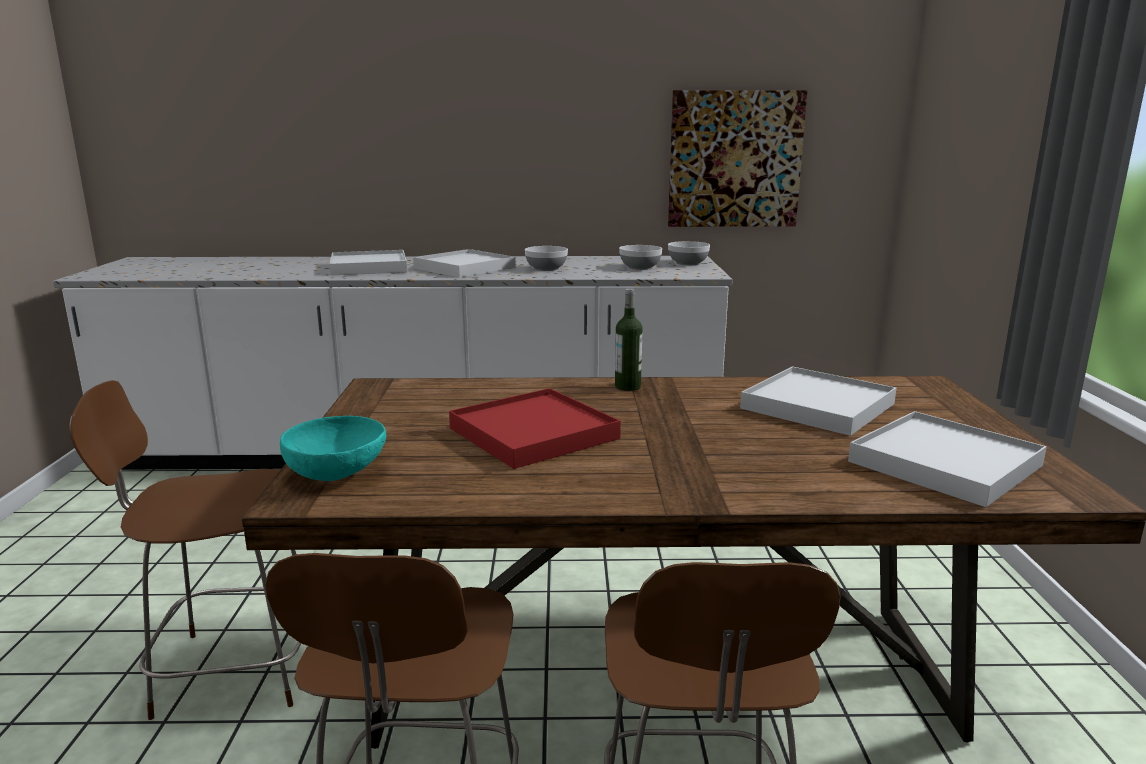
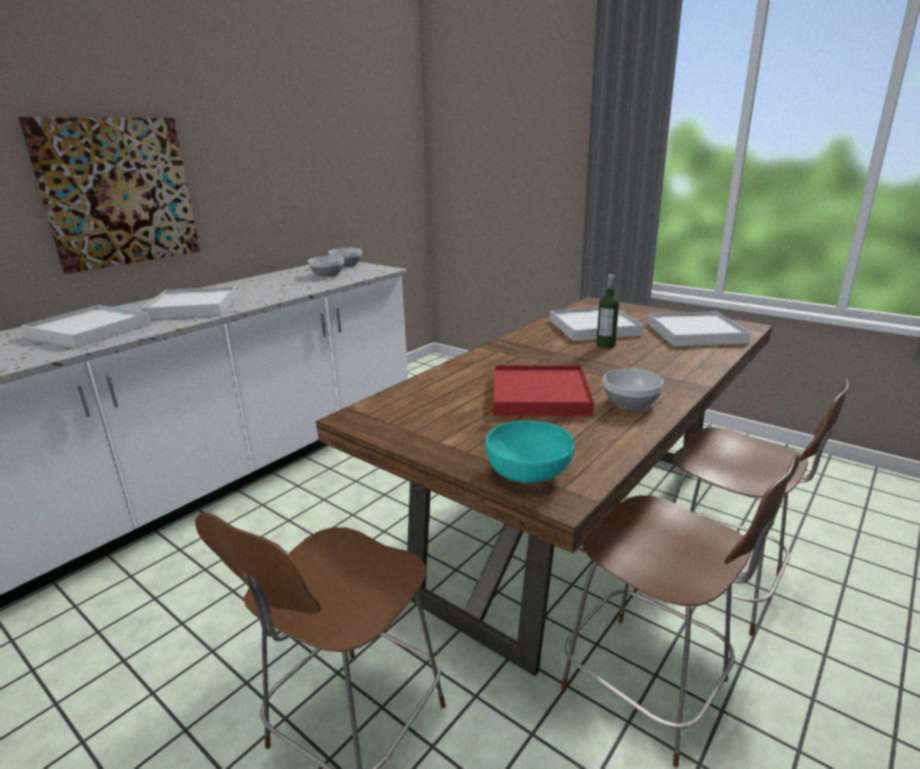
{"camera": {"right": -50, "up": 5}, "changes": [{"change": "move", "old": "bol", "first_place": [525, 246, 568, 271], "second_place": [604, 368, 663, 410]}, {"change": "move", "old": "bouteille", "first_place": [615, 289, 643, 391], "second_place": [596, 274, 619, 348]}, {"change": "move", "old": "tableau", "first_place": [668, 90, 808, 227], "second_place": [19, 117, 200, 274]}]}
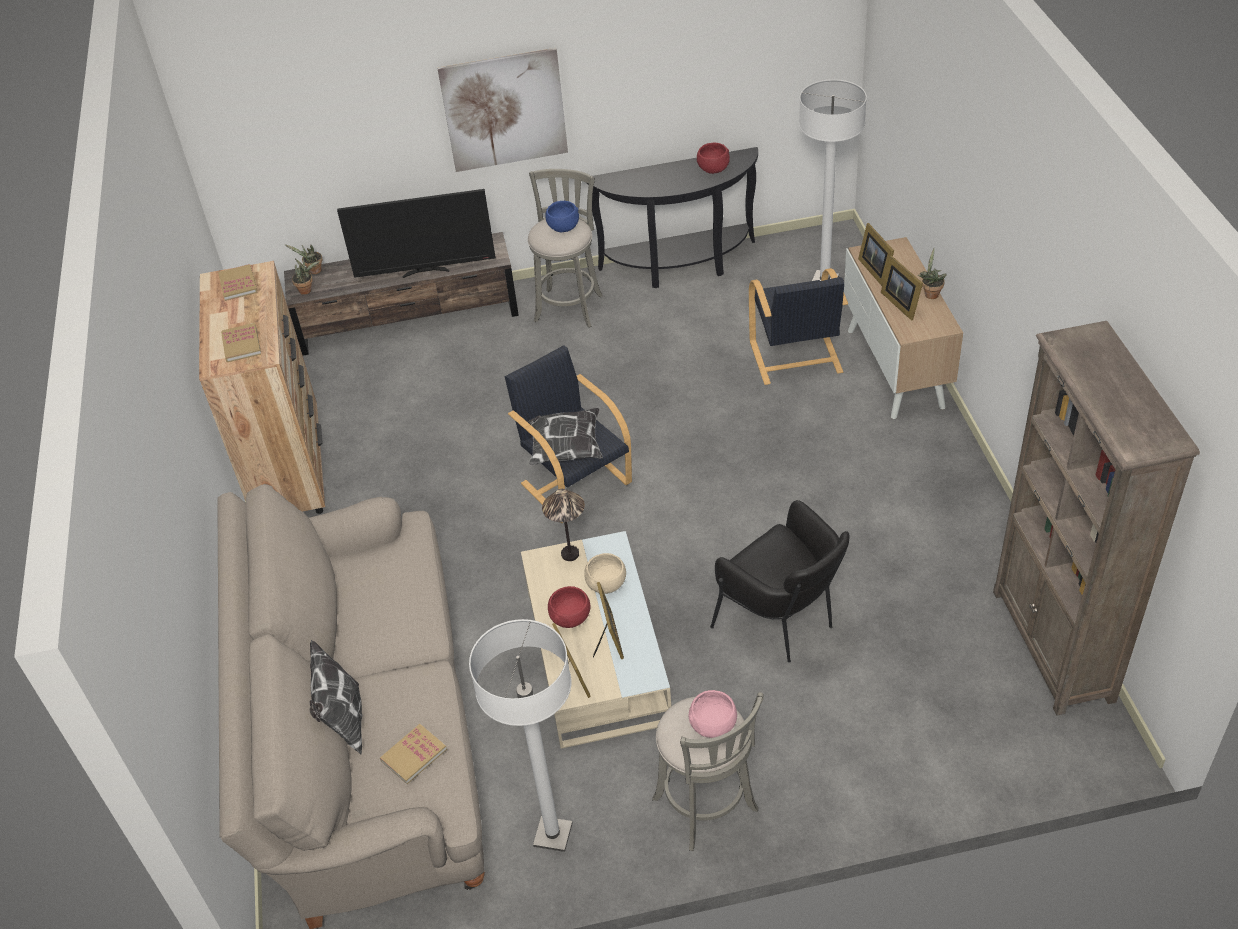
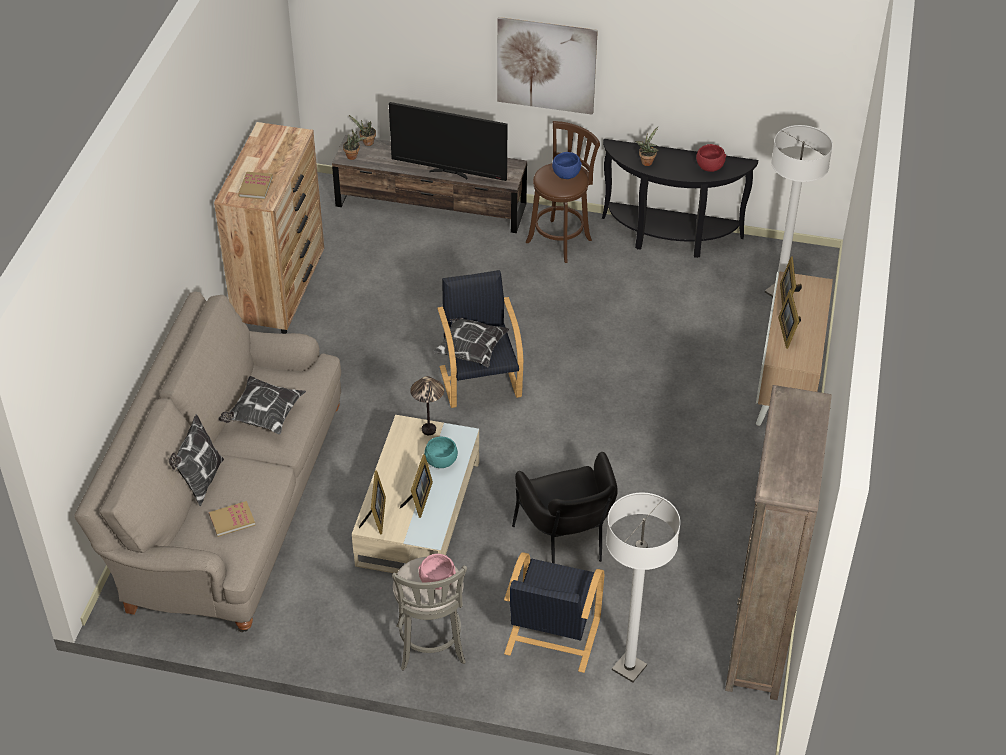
{"camera": {"right": 20, "up": 0}, "changes": [{"change": "delete", "old": "livre", "first_place": [218, 264, 257, 301]}, {"change": "move", "old": "lampadaire/blanc", "first_place": [469, 619, 573, 852], "second_place": [606, 492, 680, 682]}, {"change": "recolor", "old": "tabouret/gris", "new": "tabouret/marron", "first_place": [528, 169, 603, 328], "second_place": [526, 121, 600, 263]}, {"change": "delete", "old": "bol/rouge", "first_place": [548, 586, 590, 628]}, {"change": "recolor", "old": "bol/beige", "new": "bol/turquoise", "first_place": [584, 553, 626, 594], "second_place": [424, 437, 458, 468]}, {"change": "move", "old": "fauteuil/noir", "first_place": [749, 268, 848, 385], "second_place": [504, 553, 604, 673]}, {"change": "move", "old": "plante en pot", "first_place": [918, 248, 947, 299], "second_place": [635, 127, 659, 166]}, {"change": "insert", "new": "coussin", "second_place": [218, 376, 306, 434]}]}
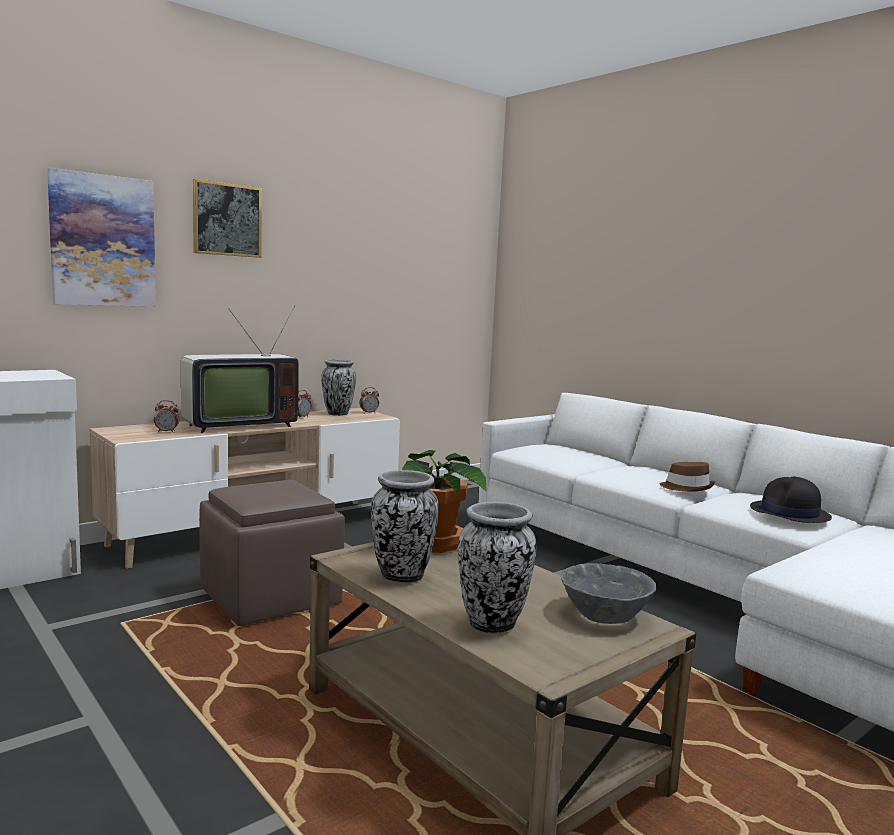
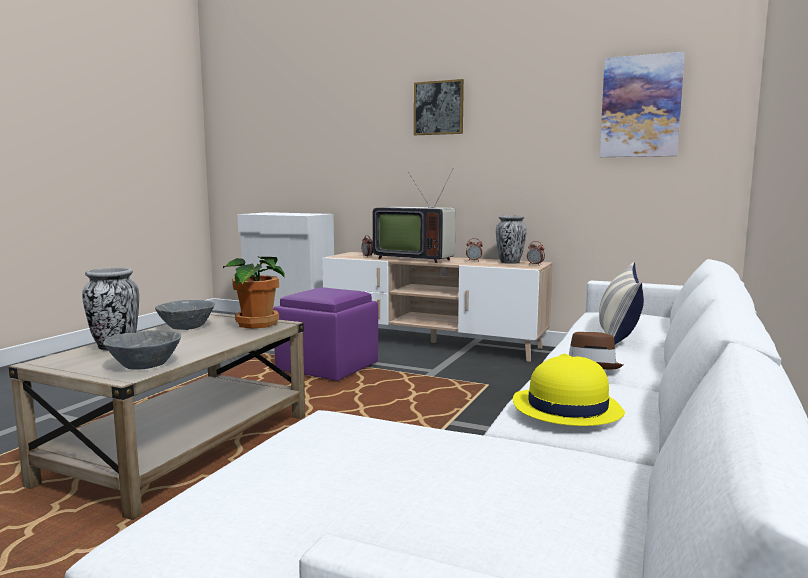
{"camera": {"right": 65, "up": 0}, "changes": [{"change": "move", "old": "tableau", "first_place": [47, 168, 156, 307], "second_place": [600, 52, 685, 157]}, {"change": "recolor", "old": "pouf/marron", "new": "pouf/violet", "first_place": [199, 480, 345, 626], "second_place": [273, 287, 378, 381]}, {"change": "replace", "old": "vase", "new": "bol/gris", "first_place": [371, 470, 439, 583], "second_place": [155, 300, 215, 330]}, {"change": "recolor", "old": "chapeau/noir", "new": "chapeau/jaune", "first_place": [750, 476, 832, 523], "second_place": [513, 354, 625, 426]}, {"change": "insert", "new": "coussin", "second_place": [599, 262, 644, 345]}]}
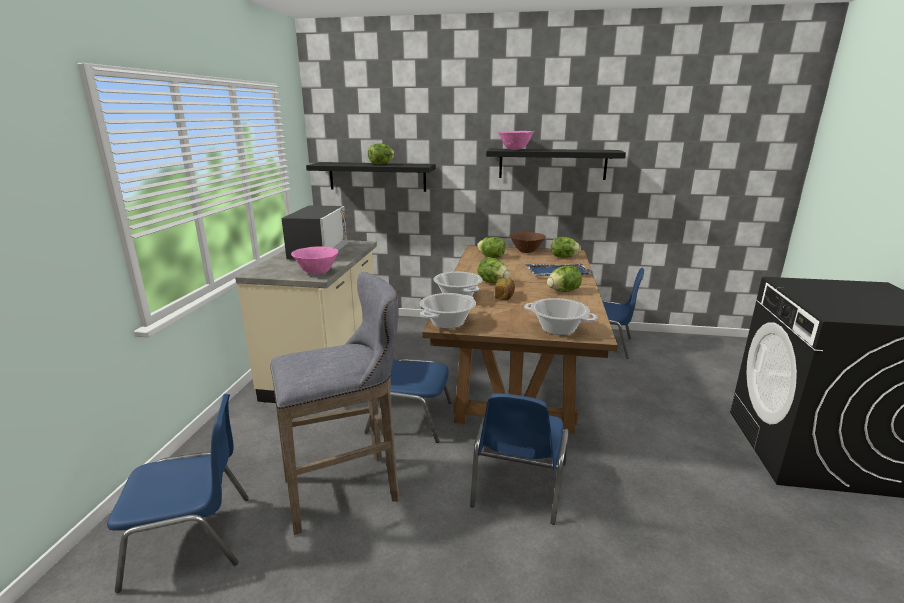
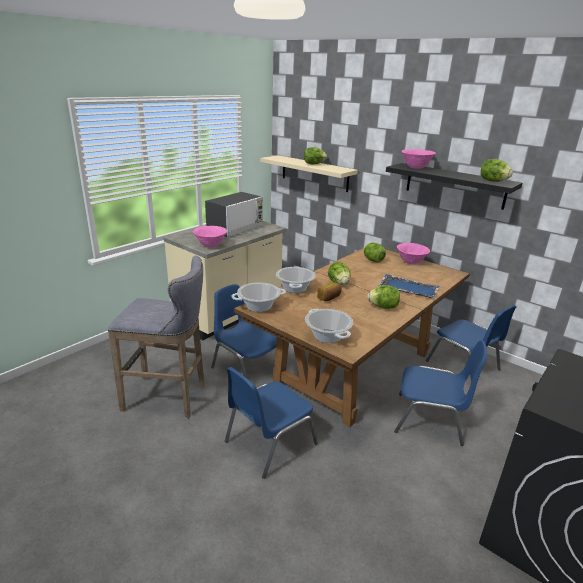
{"camera": {"right": 30, "up": 5}, "changes": [{"change": "move", "old": "chaise/bleu", "first_place": [107, 394, 249, 593], "second_place": [394, 340, 487, 446]}, {"change": "recolor", "old": "étagère/noir", "new": "étagère/beige", "first_place": [306, 162, 436, 192], "second_place": [260, 155, 358, 192]}, {"change": "recolor", "old": "bol/marron", "new": "bol/rose", "first_place": [510, 232, 546, 253], "second_place": [397, 243, 430, 264]}, {"change": "move", "old": "laitue", "first_place": [551, 237, 581, 258], "second_place": [481, 159, 513, 182]}]}
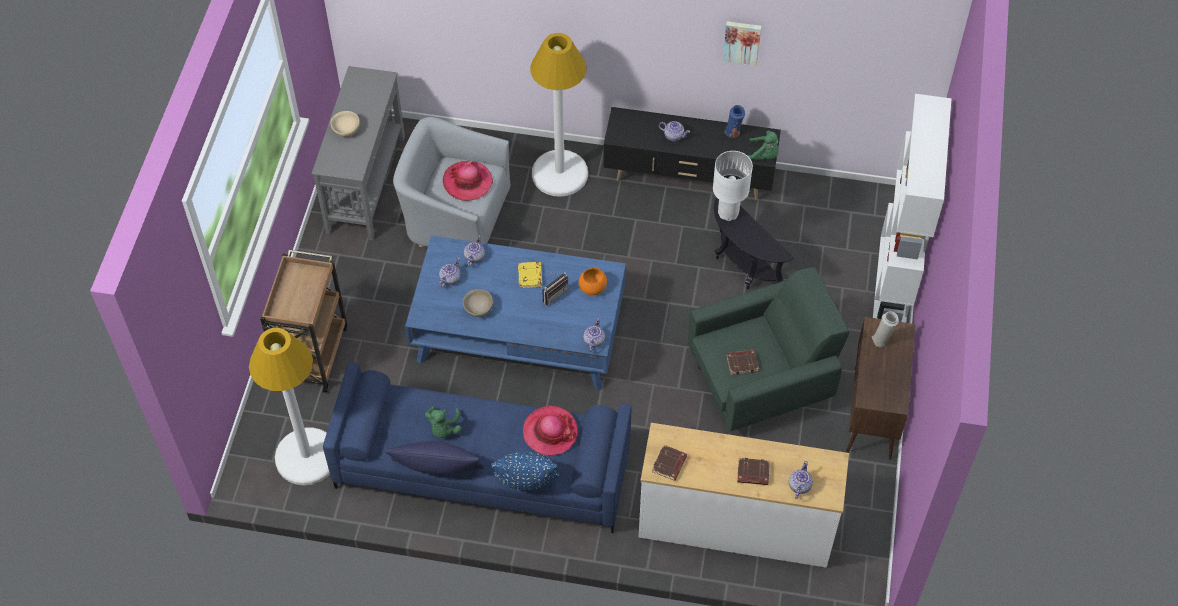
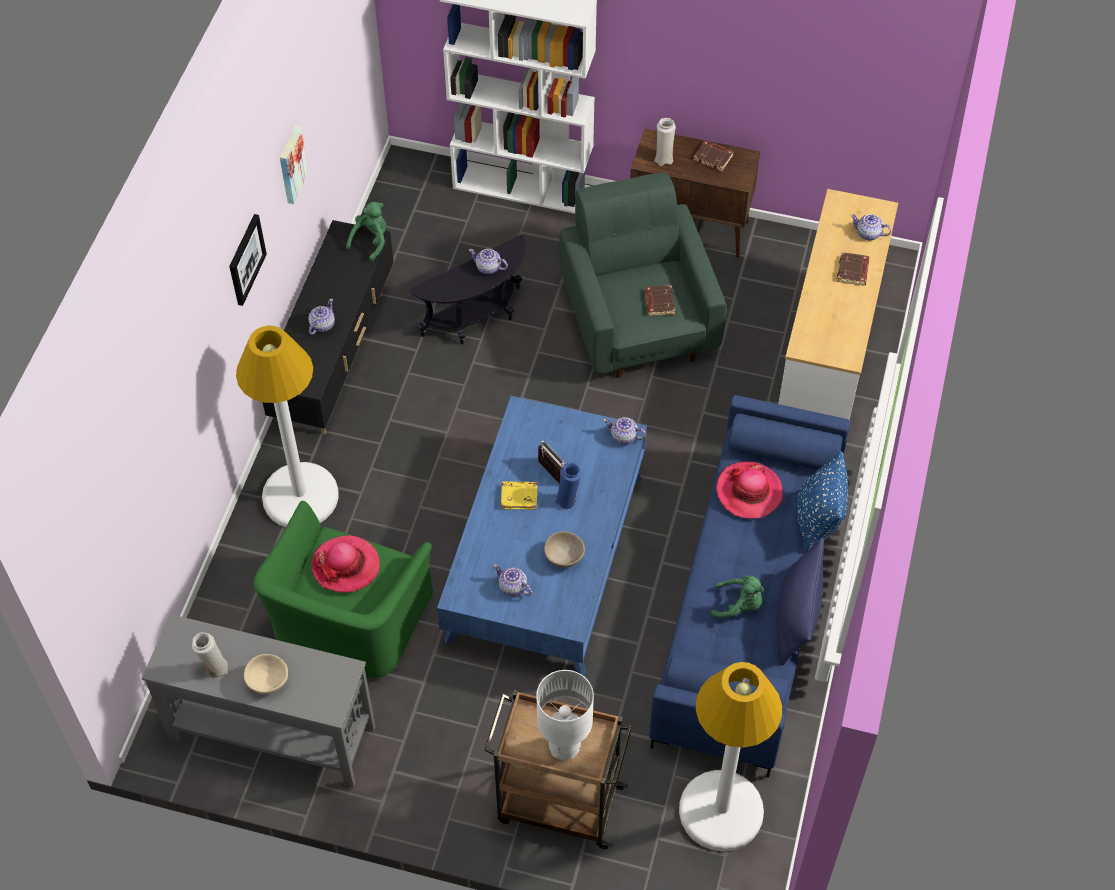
{"camera": {"right": -85, "up": 0}, "changes": [{"change": "recolor", "old": "fauteuil/gris", "new": "fauteuil/vert", "first_place": [393, 117, 510, 247], "second_place": [254, 501, 433, 678]}, {"change": "move", "old": "théière", "first_place": [464, 235, 485, 267], "second_place": [469, 249, 508, 274]}, {"change": "delete", "old": "bol/orange", "first_place": [579, 268, 607, 295]}, {"change": "move", "old": "livre/marron", "first_place": [652, 445, 687, 481], "second_place": [693, 140, 734, 172]}, {"change": "move", "old": "lampe de table/blanc", "first_place": [713, 151, 753, 221], "second_place": [536, 670, 594, 761]}, {"change": "move", "old": "vase/bleu", "first_place": [724, 105, 745, 138], "second_place": [555, 463, 582, 510]}, {"change": "insert", "new": "vase/blanc", "second_place": [192, 632, 228, 679]}, {"change": "insert", "new": "tableau", "second_place": [229, 214, 267, 306]}]}
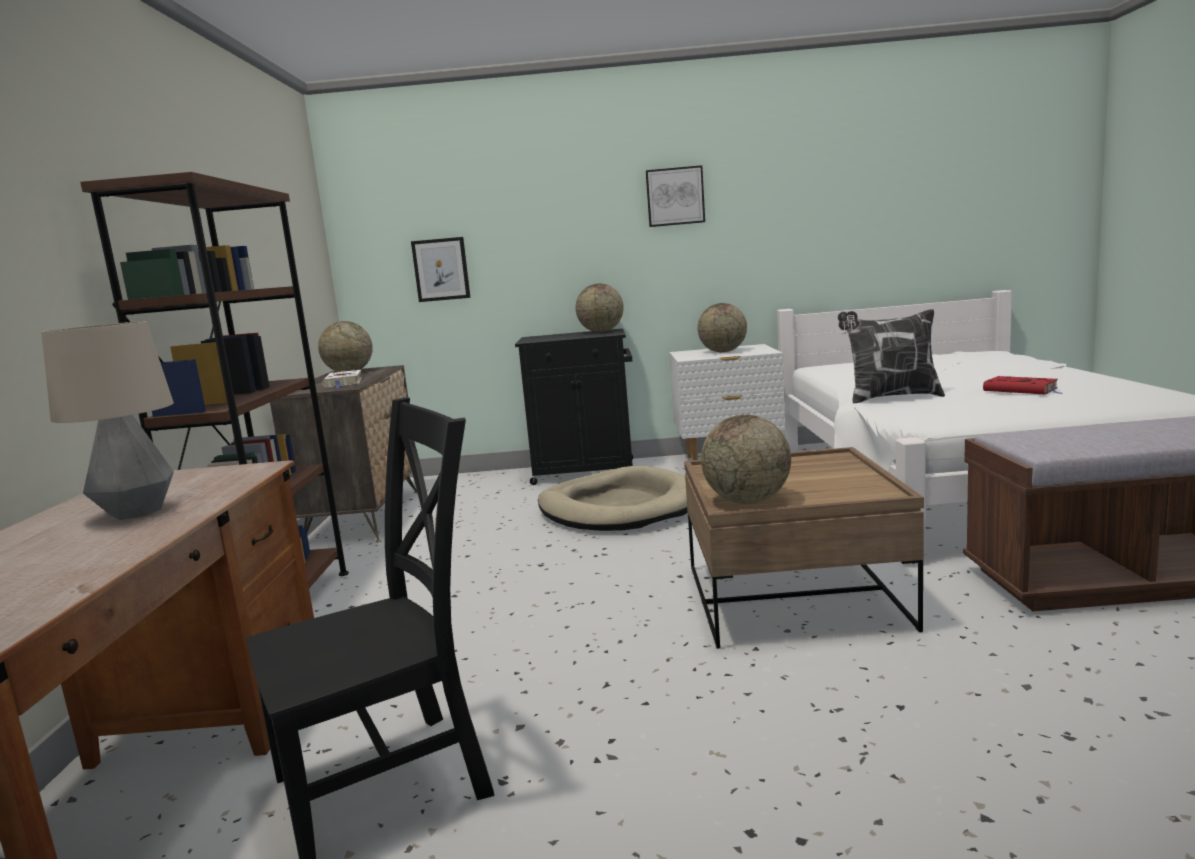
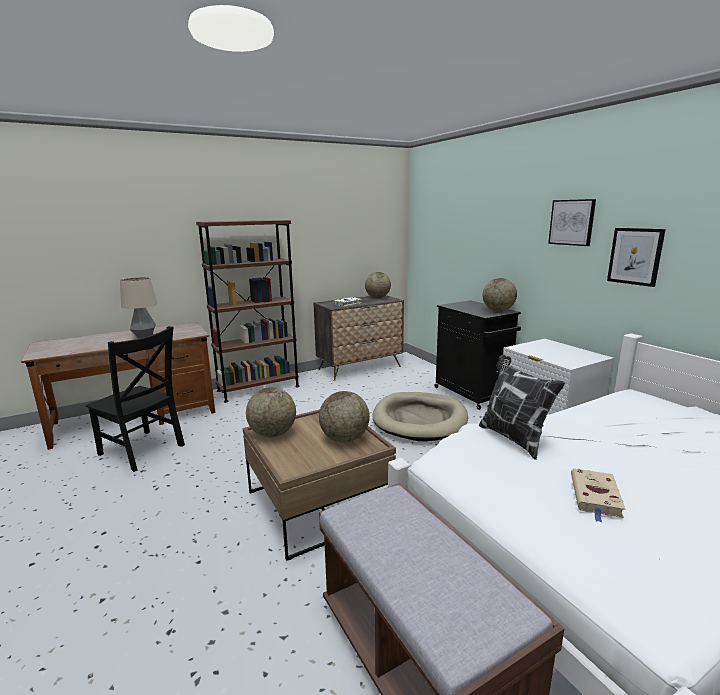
{"camera": {"right": 60, "up": 5}, "changes": [{"change": "move", "old": "tableau", "first_place": [411, 237, 471, 302], "second_place": [607, 228, 666, 287]}, {"change": "move", "old": "globe", "first_place": [698, 303, 747, 352], "second_place": [319, 391, 370, 443]}, {"change": "recolor", "old": "livre/rouge", "new": "livre/beige", "first_place": [983, 376, 1062, 395], "second_place": [571, 468, 625, 523]}]}
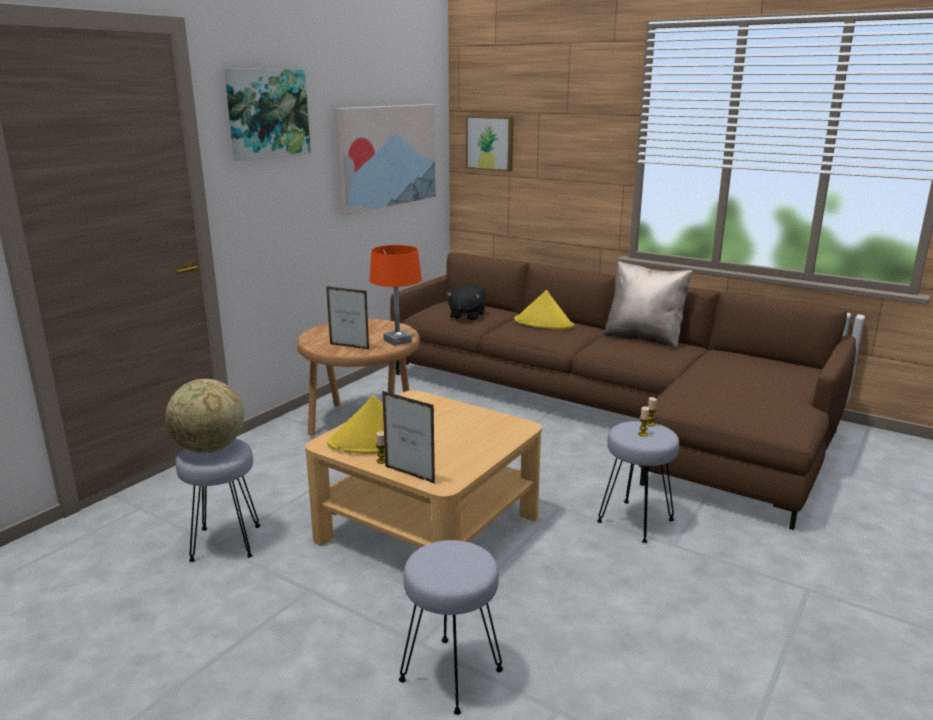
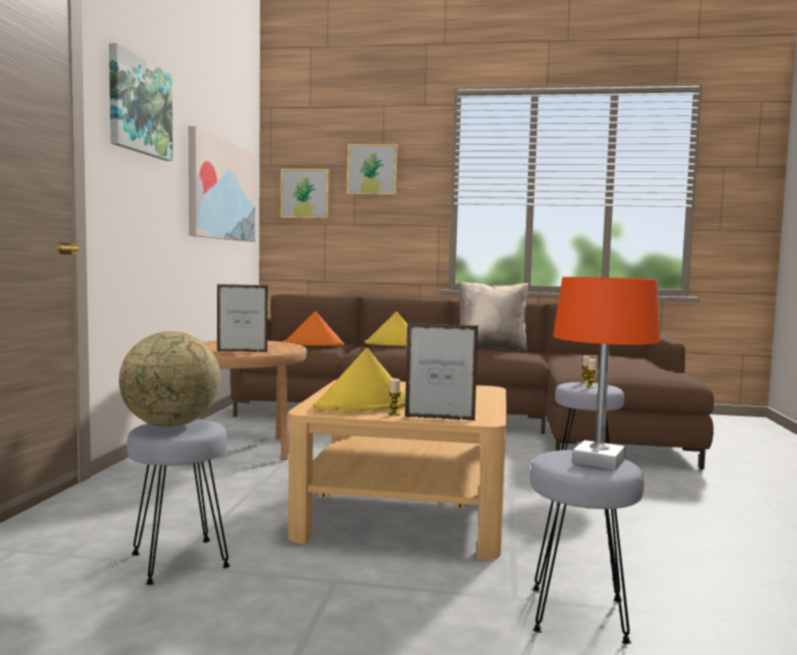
{"camera": {"right": -25, "up": -15}, "changes": [{"change": "move", "old": "lampe de table/orange", "first_place": [370, 245, 422, 346], "second_place": [553, 277, 660, 471]}, {"change": "replace", "old": "peluche/noir", "new": "chapeau/orange", "first_place": [446, 284, 486, 321], "second_place": [283, 311, 344, 346]}, {"change": "insert", "new": "tableau", "second_place": [347, 144, 398, 195]}]}
